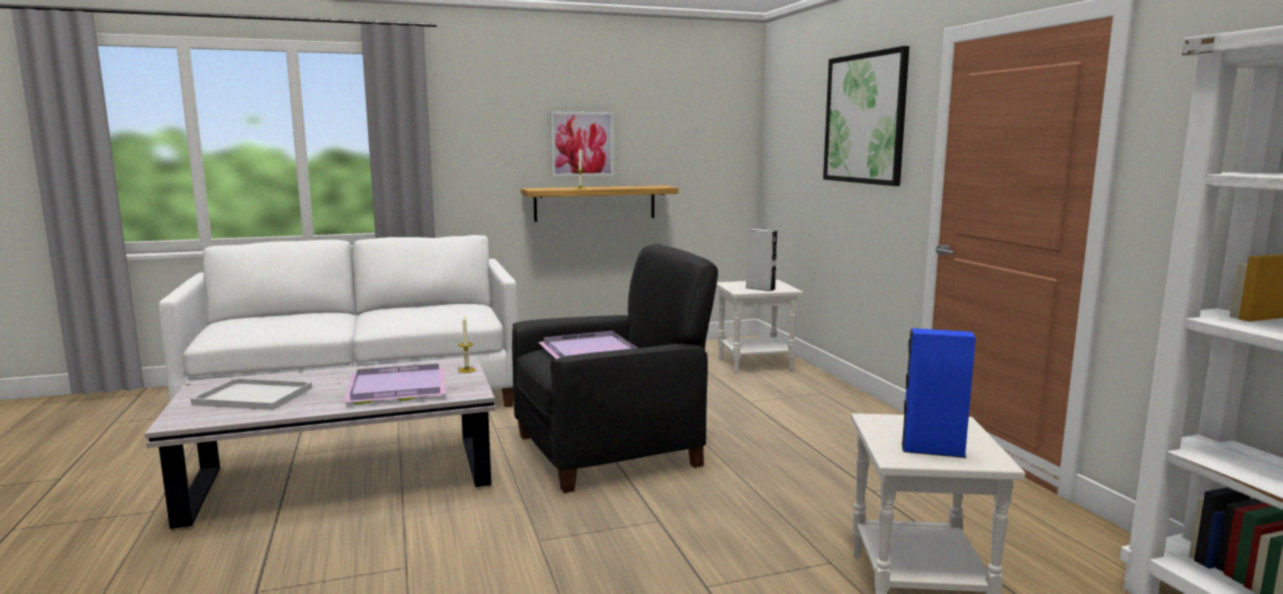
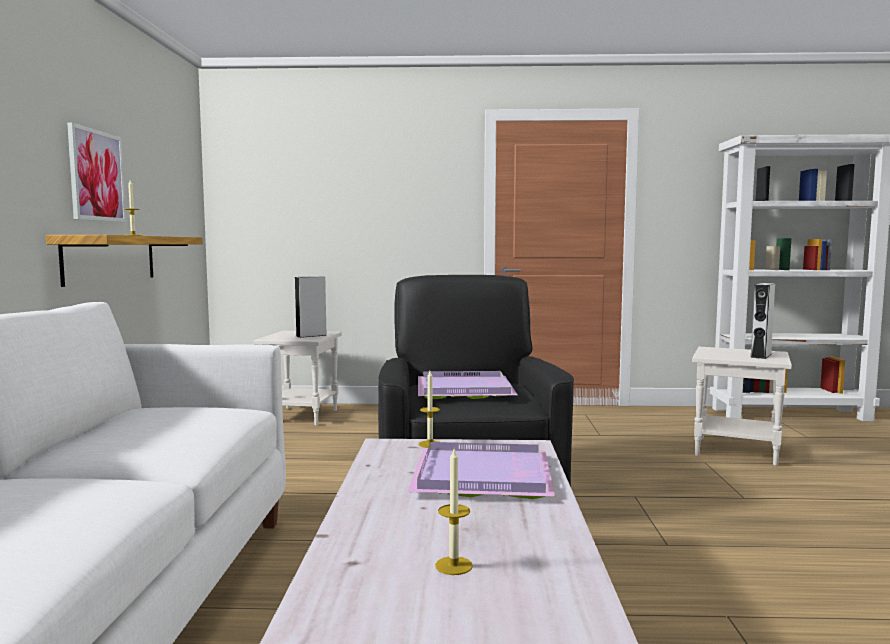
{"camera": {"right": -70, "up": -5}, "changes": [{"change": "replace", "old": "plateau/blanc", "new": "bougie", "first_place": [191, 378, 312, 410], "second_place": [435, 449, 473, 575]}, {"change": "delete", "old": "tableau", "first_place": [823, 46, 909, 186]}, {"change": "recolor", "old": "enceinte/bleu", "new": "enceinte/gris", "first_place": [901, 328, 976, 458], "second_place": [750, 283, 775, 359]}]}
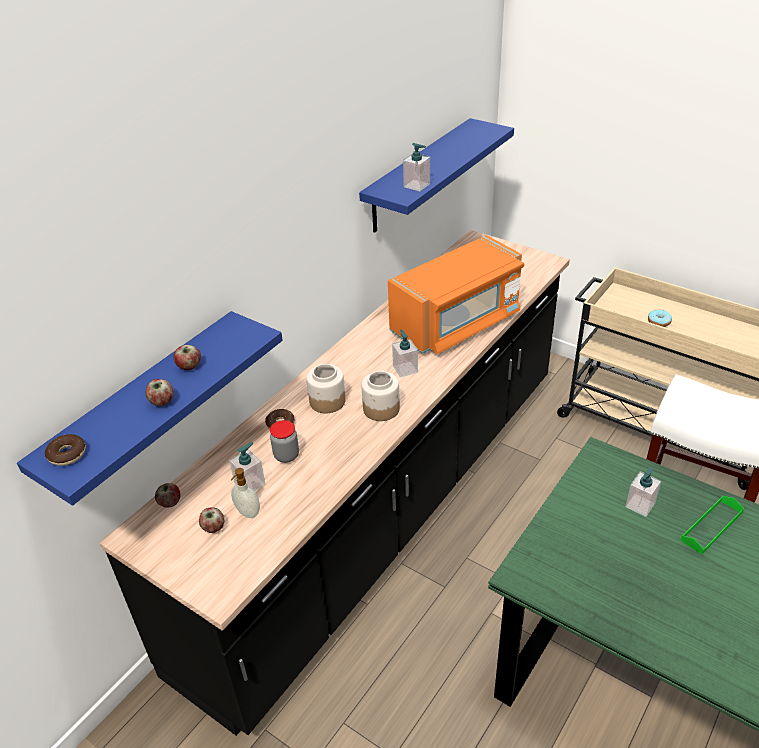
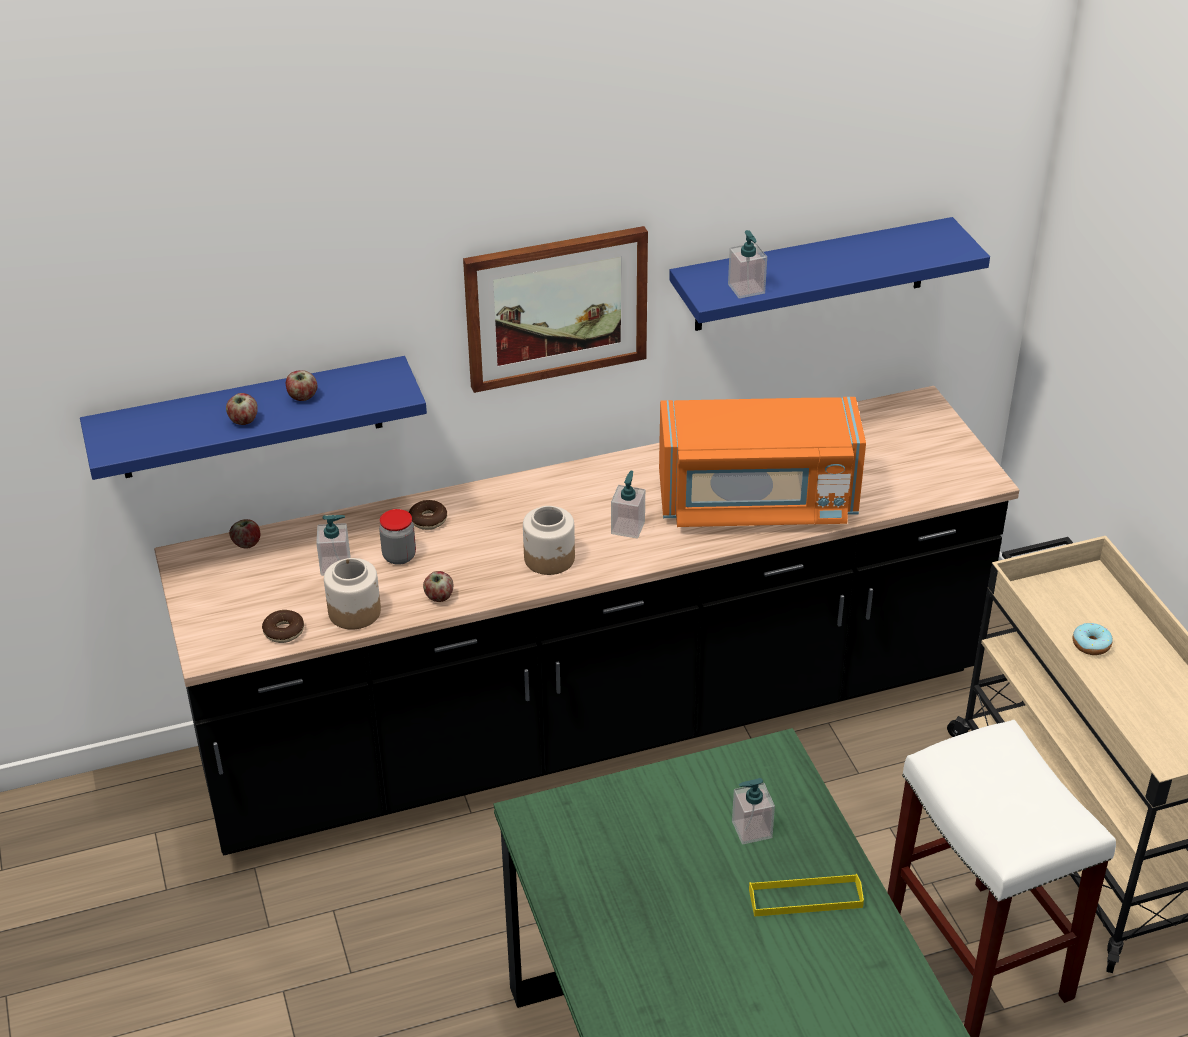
{"camera": {"right": 35, "up": 0}, "changes": [{"change": "move", "old": "beignet", "first_place": [45, 434, 86, 466], "second_place": [262, 610, 304, 643]}, {"change": "move", "old": "pomme", "first_place": [199, 507, 224, 533], "second_place": [423, 571, 453, 602]}, {"change": "delete", "old": "distributeur de savon", "first_place": [231, 468, 260, 518]}, {"change": "move", "old": "bocal", "first_place": [306, 364, 346, 413], "second_place": [324, 558, 381, 630]}, {"change": "recolor", "old": "plateau/vert", "new": "plateau/jaune", "first_place": [680, 496, 744, 555], "second_place": [749, 874, 864, 917]}, {"change": "insert", "new": "tableau", "second_place": [463, 226, 648, 393]}]}
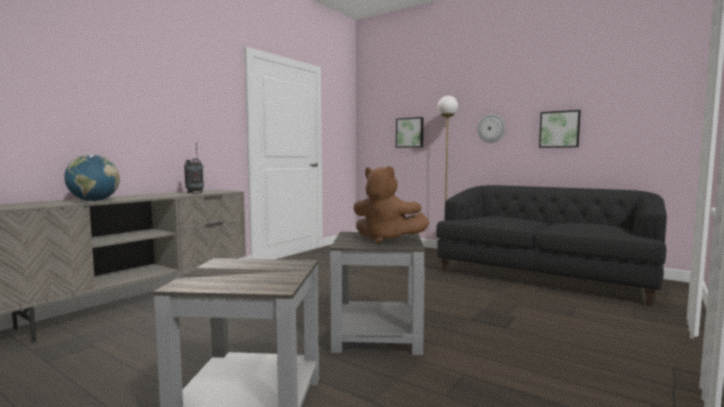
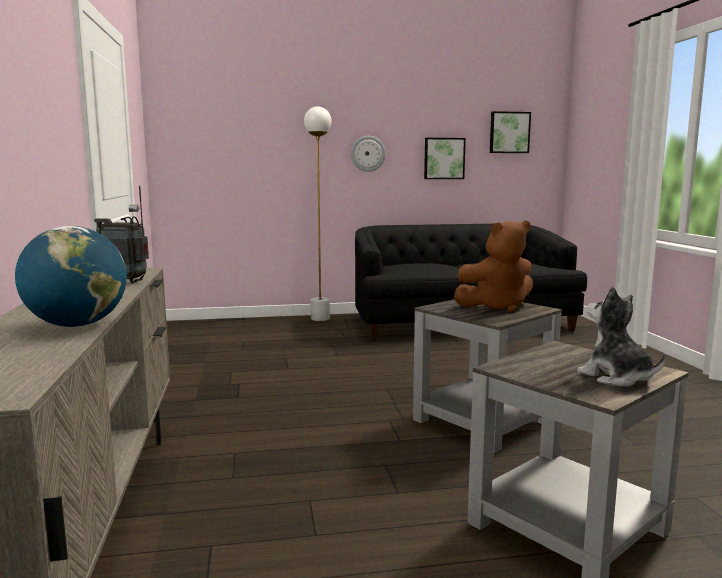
{"camera": {"right": -45, "up": 5}, "changes": [{"change": "move", "old": "tableau", "first_place": [396, 117, 424, 148], "second_place": [490, 111, 531, 153]}, {"change": "insert", "new": "peluche", "second_place": [577, 286, 666, 387]}]}
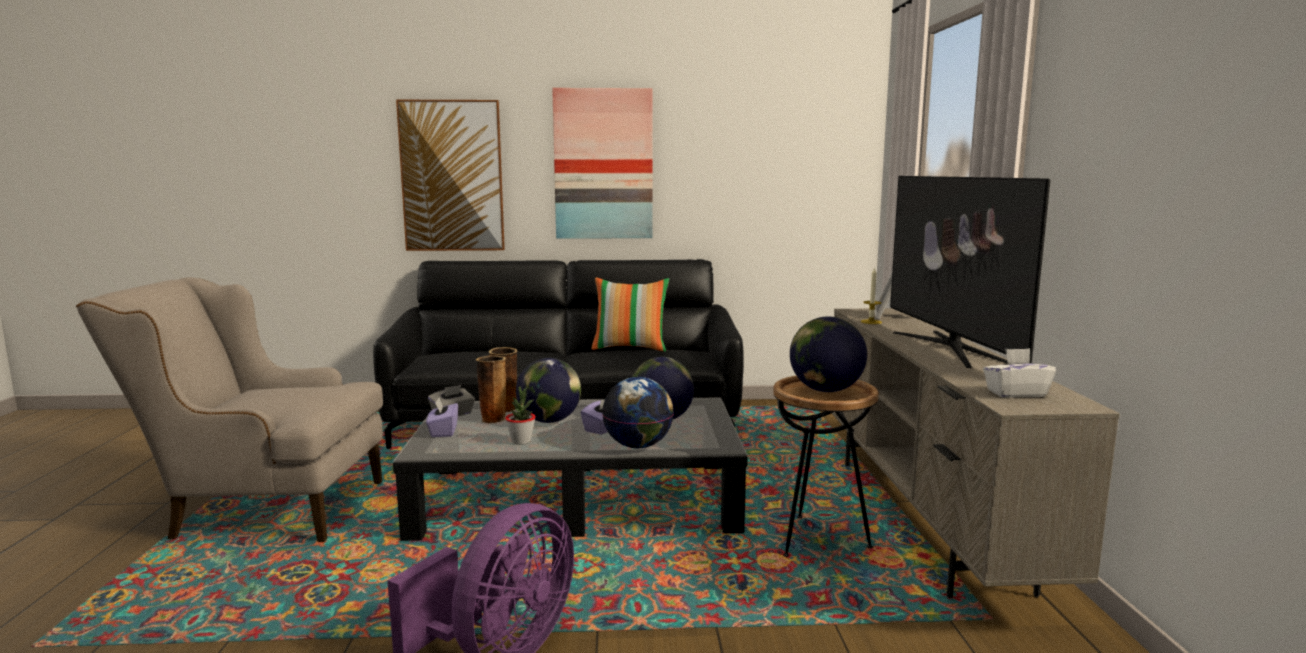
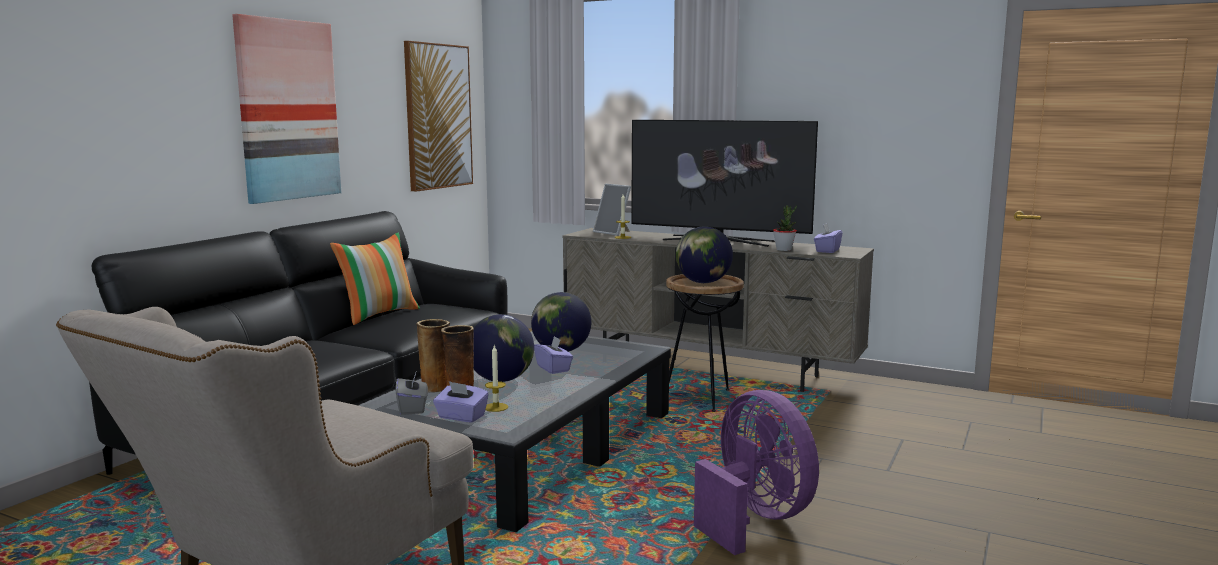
{"camera": {"right": -60, "up": 0}, "changes": [{"change": "move", "old": "tableau", "first_place": [396, 100, 505, 251], "second_place": [404, 41, 473, 192]}, {"change": "move", "old": "plante en pot", "first_place": [505, 387, 536, 445], "second_place": [773, 205, 797, 251]}, {"change": "delete", "old": "globe", "first_place": [602, 377, 674, 448]}, {"change": "recolor", "old": "boîte à mouchoirs/blanc", "new": "boîte à mouchoirs/violet", "first_place": [983, 348, 1056, 398], "second_place": [814, 223, 843, 253]}, {"change": "insert", "new": "bougie", "second_place": [485, 345, 508, 412]}]}
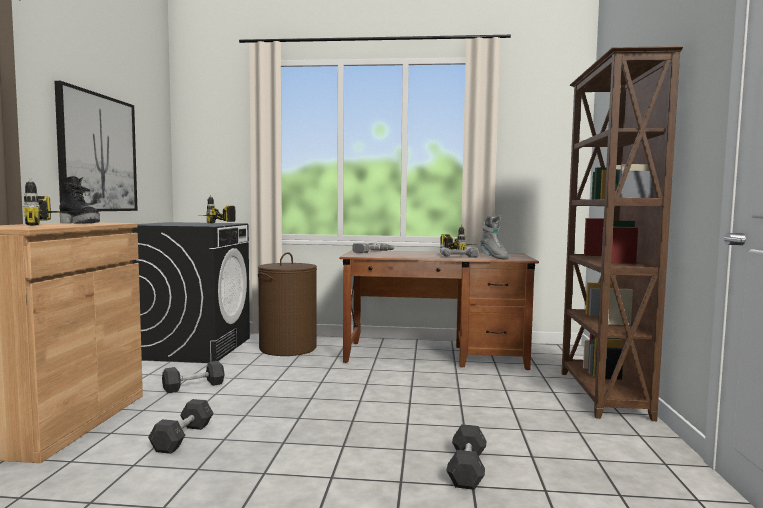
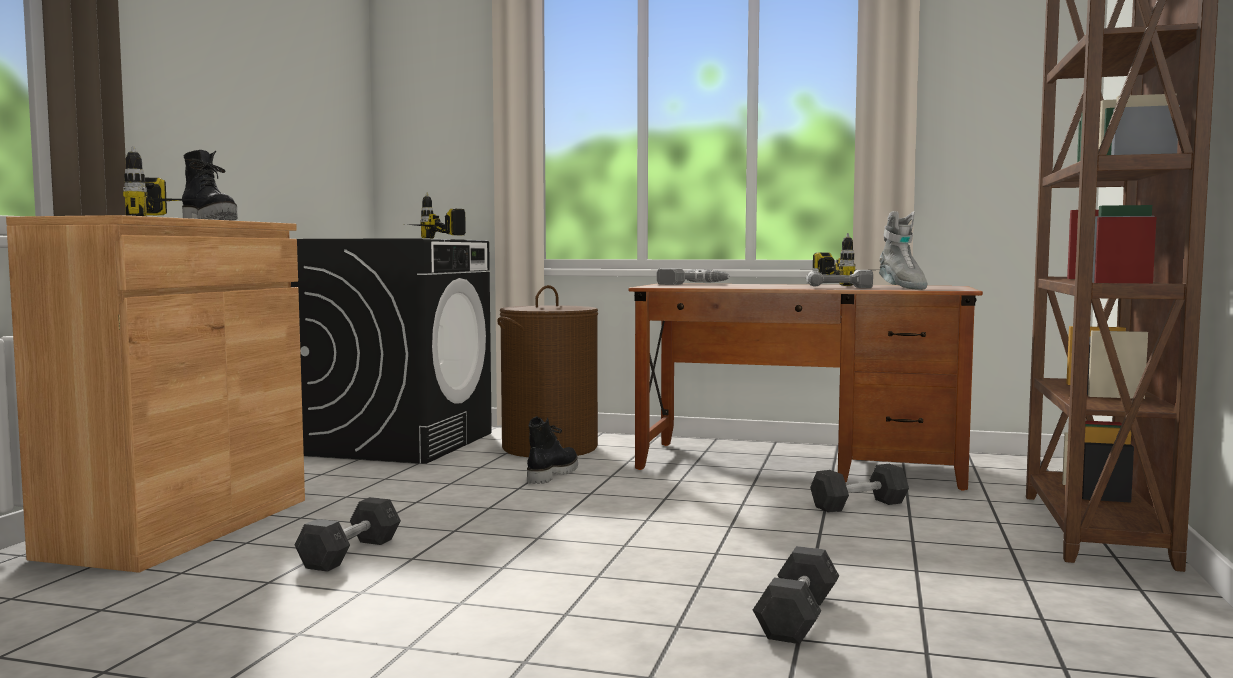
{"camera": {"right": 10, "up": 0}, "changes": [{"change": "delete", "old": "tableau", "first_place": [54, 81, 138, 211]}, {"change": "move", "old": "haltère/gris", "first_place": [162, 361, 225, 393], "second_place": [810, 464, 909, 513]}, {"change": "insert", "new": "botte/noir", "second_place": [527, 416, 578, 484]}]}
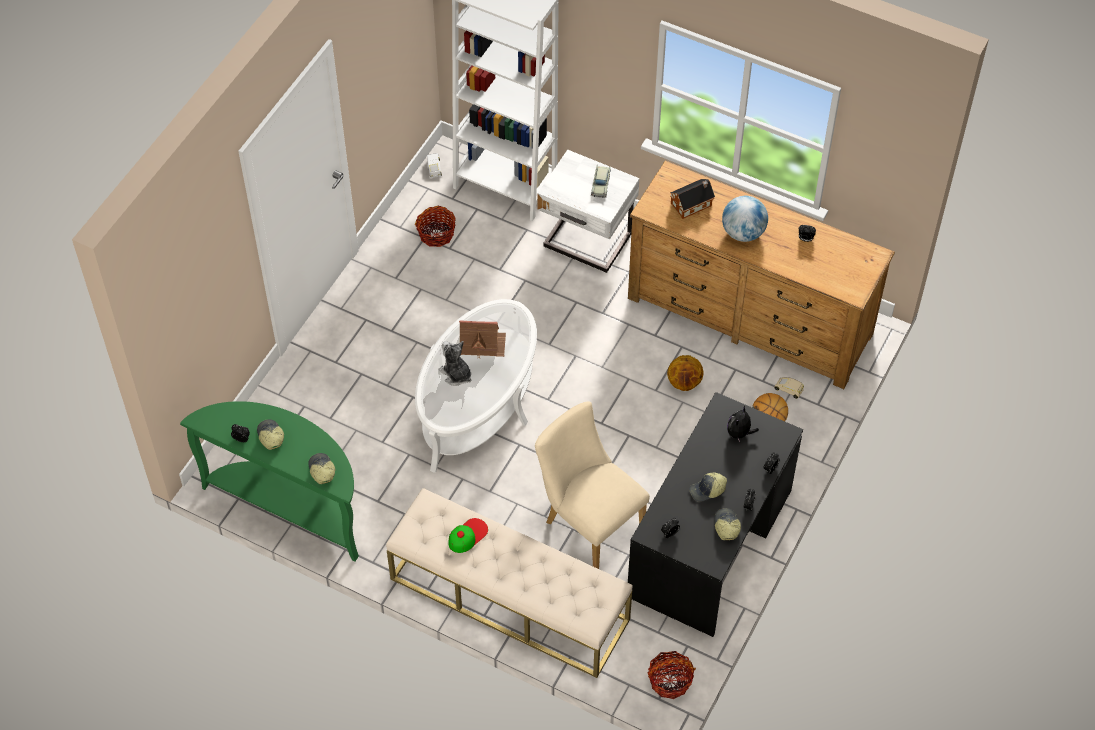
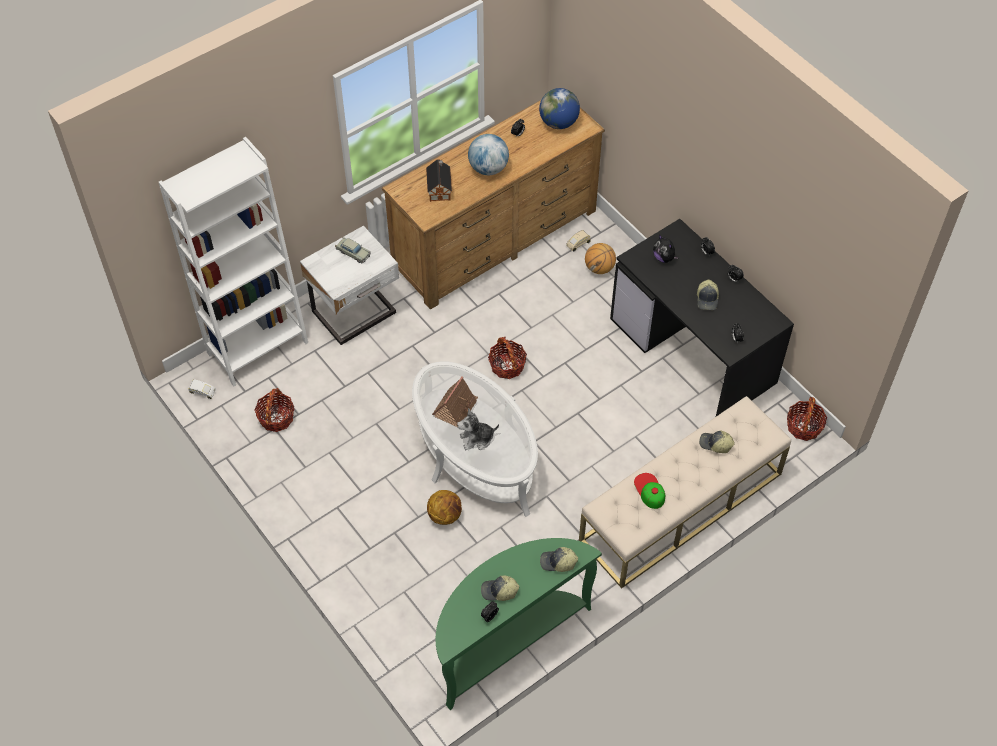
{"camera": {"right": -65, "up": 0}, "changes": [{"change": "delete", "old": "chaise/beige", "first_place": [535, 402, 650, 569]}, {"change": "move", "old": "ballon de basket", "first_place": [667, 355, 704, 391], "second_place": [427, 490, 462, 525]}, {"change": "move", "old": "casquette", "first_place": [715, 508, 741, 540], "second_place": [699, 431, 735, 453]}, {"change": "insert", "new": "panier", "second_place": [488, 337, 527, 379]}, {"change": "insert", "new": "globe", "second_place": [539, 88, 580, 129]}]}
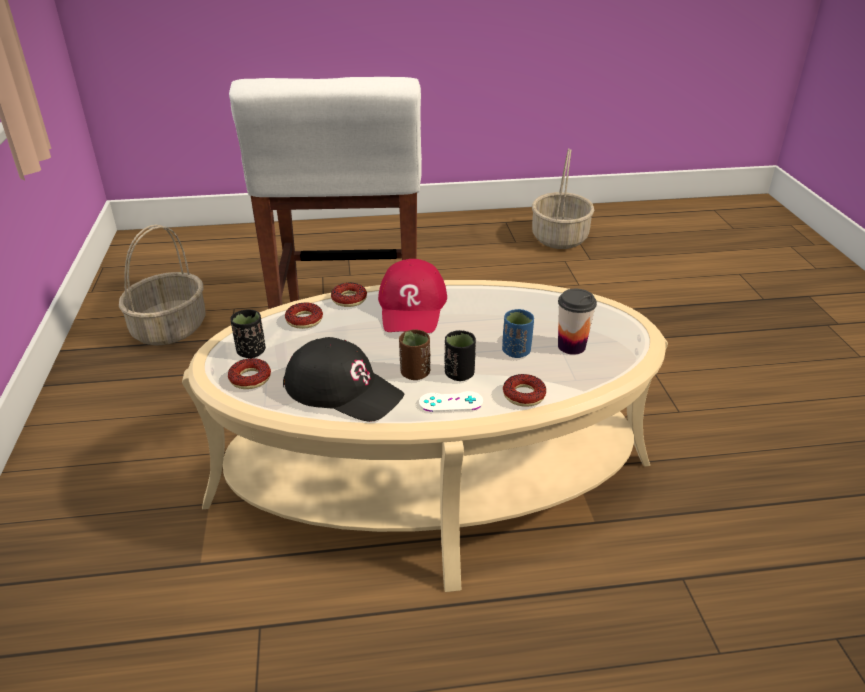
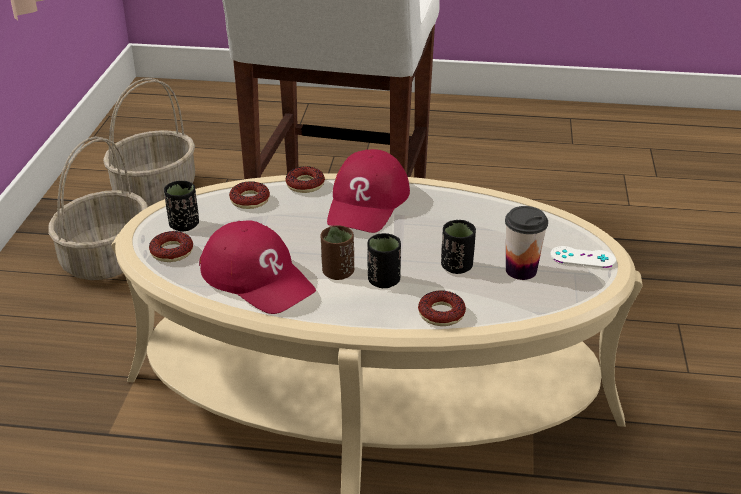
{"camera": {"right": 15, "up": 0}, "changes": [{"change": "recolor", "old": "casquette/noir", "new": "casquette/rouge", "first_place": [283, 337, 404, 422], "second_place": [199, 220, 316, 314]}, {"change": "move", "old": "manette/blanc", "first_place": [419, 391, 483, 412], "second_place": [550, 246, 616, 268]}, {"change": "recolor", "old": "tasse/bleu", "new": "tasse/noir", "first_place": [502, 309, 534, 358], "second_place": [441, 220, 476, 274]}, {"change": "move", "old": "panier", "first_place": [532, 148, 594, 249], "second_place": [48, 136, 148, 280]}]}
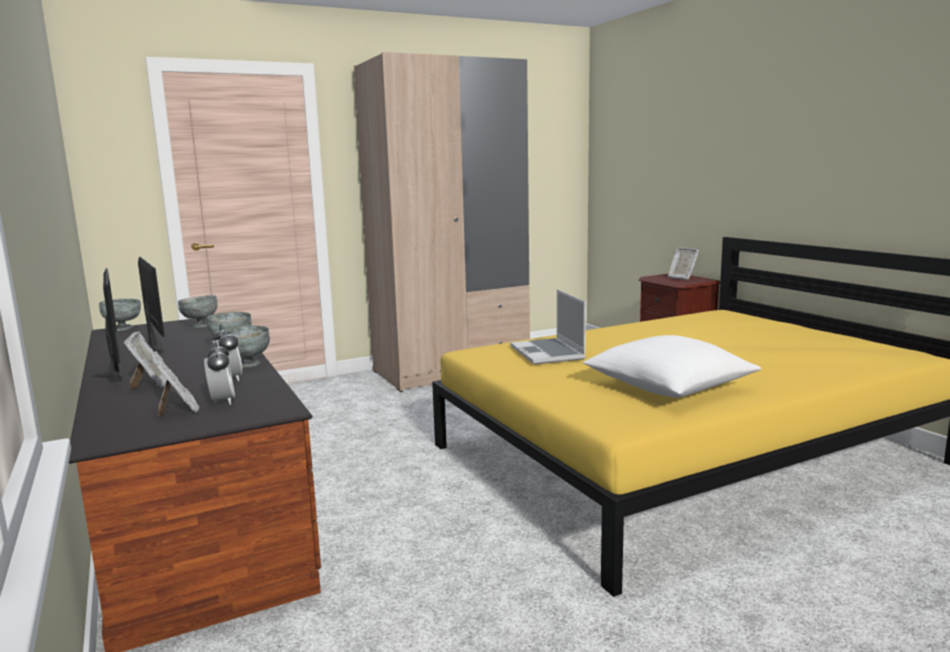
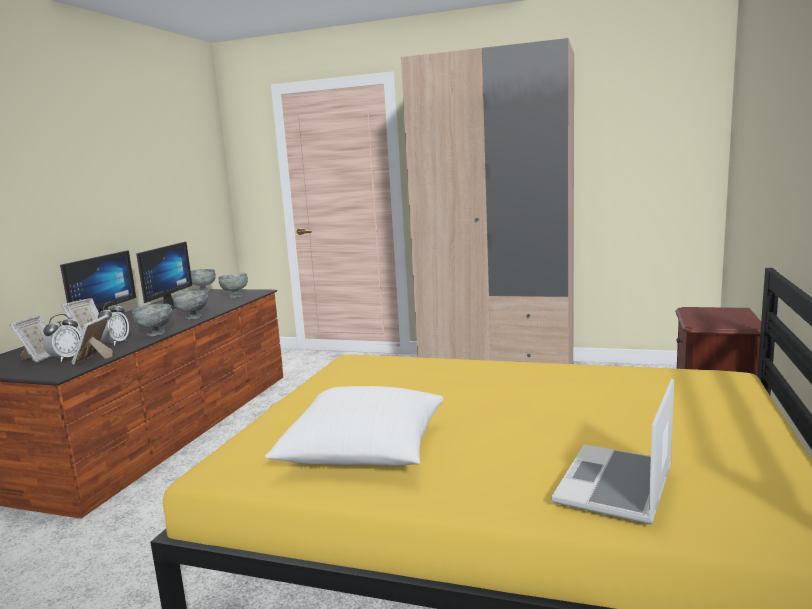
{"camera": {"right": 45, "up": 0}, "changes": [{"change": "move", "old": "ordinateur portable", "first_place": [510, 289, 586, 365], "second_place": [552, 379, 674, 524]}, {"change": "move", "old": "cadre photo", "first_place": [668, 247, 699, 280], "second_place": [72, 315, 113, 365]}]}
